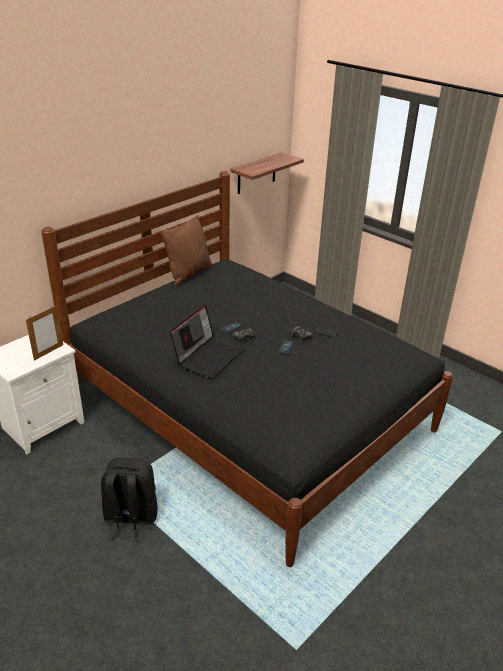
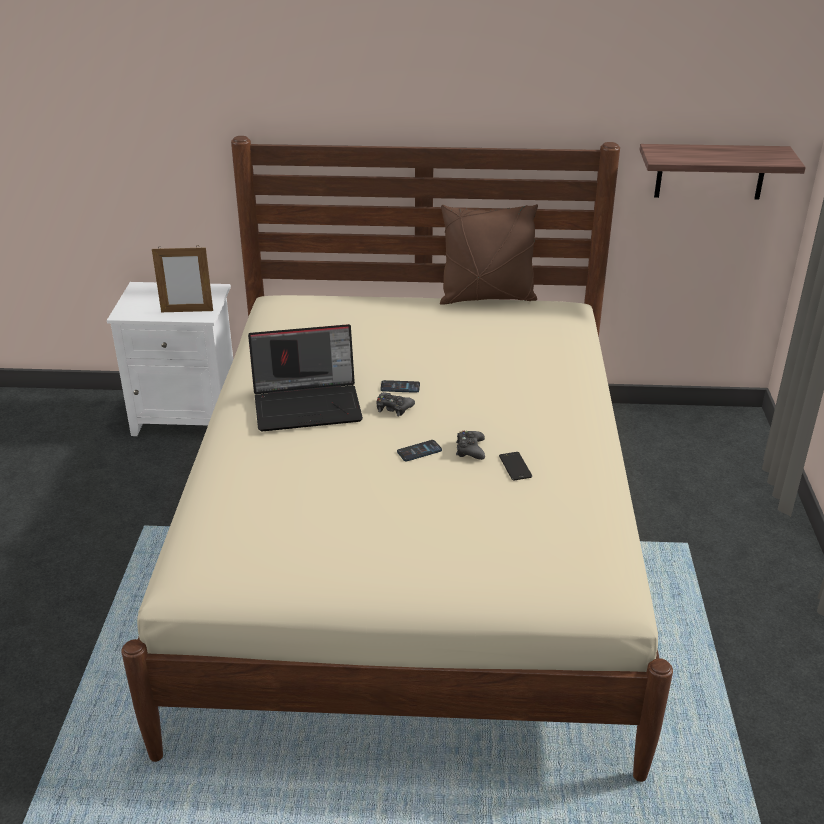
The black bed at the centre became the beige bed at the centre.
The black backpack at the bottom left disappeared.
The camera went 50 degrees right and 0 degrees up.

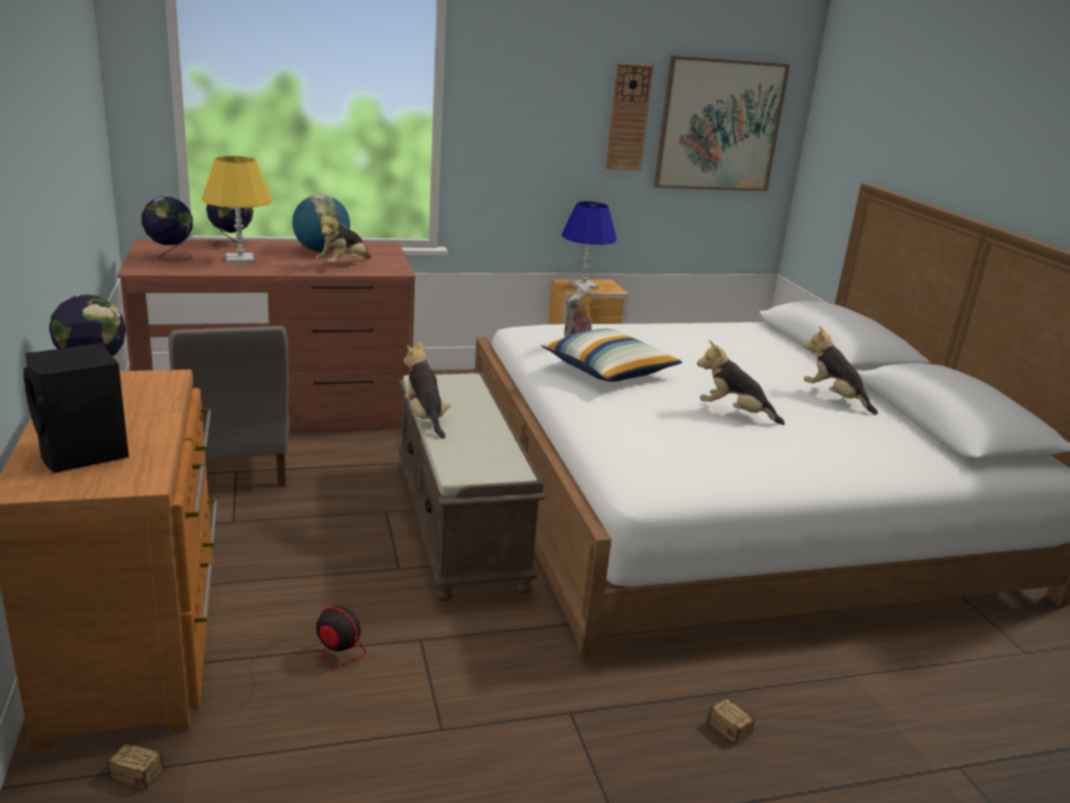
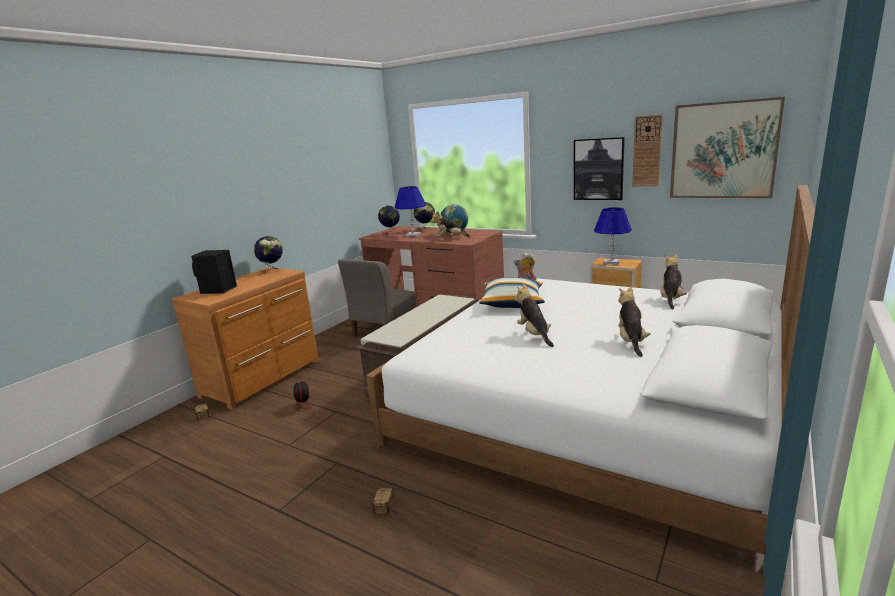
The yellow table lamp at the top left became the blue table lamp (1st from left) at the centre.
The plush toy (2nd from left in the first image) moved from the centre to the middle right.
The picture (1st from left) at the top right appeared.
The camera went 50 degrees right and 5 degrees down.

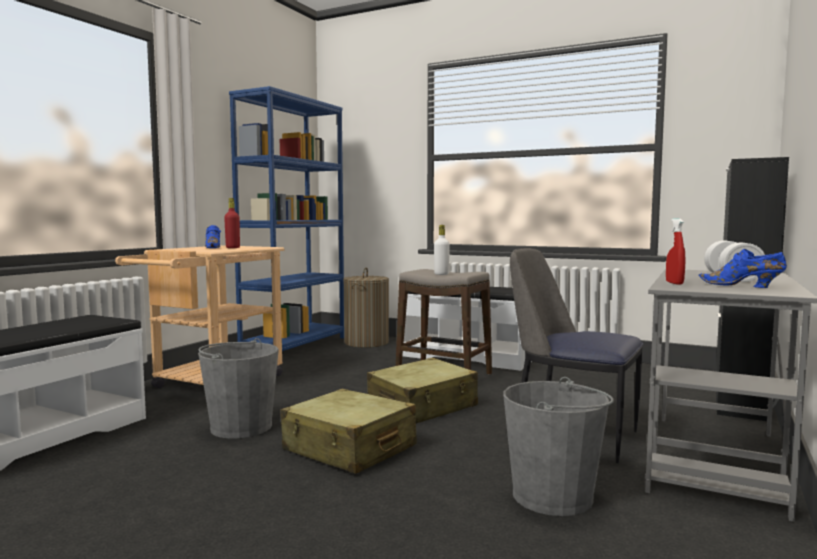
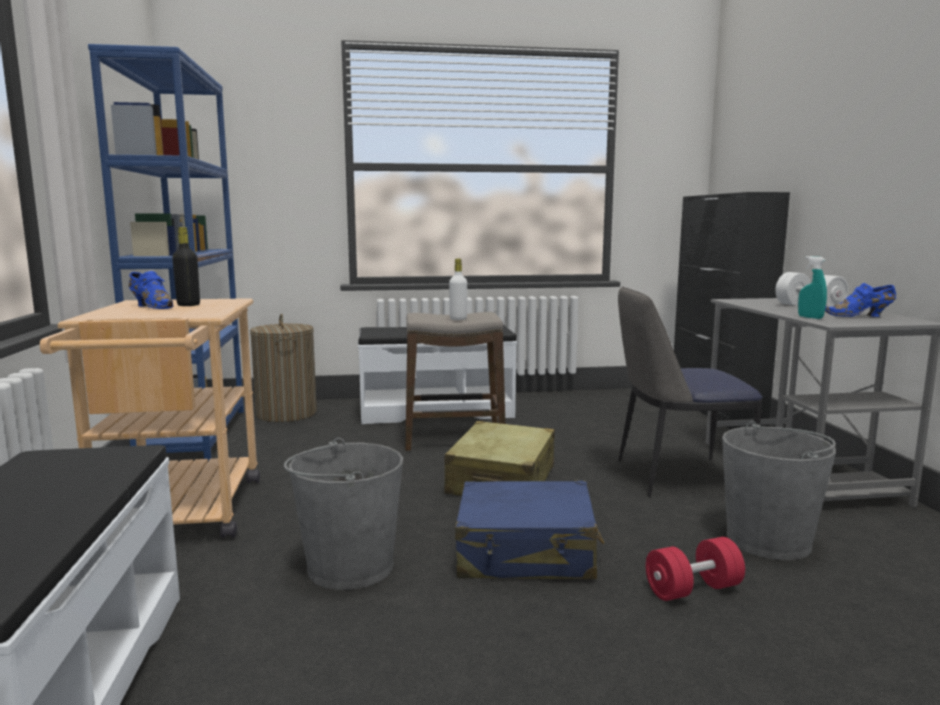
The red bottle at the middle left became the black bottle at the middle left.
The red spray bottle at the middle right became the turquoise spray bottle at the middle right.
The beige suitcase (1st from left) at the bottom centre became the blue suitcase at the bottom centre.
The red dumbbell at the bottom right appeared.
The camera went 35 degrees left and 5 degrees up.

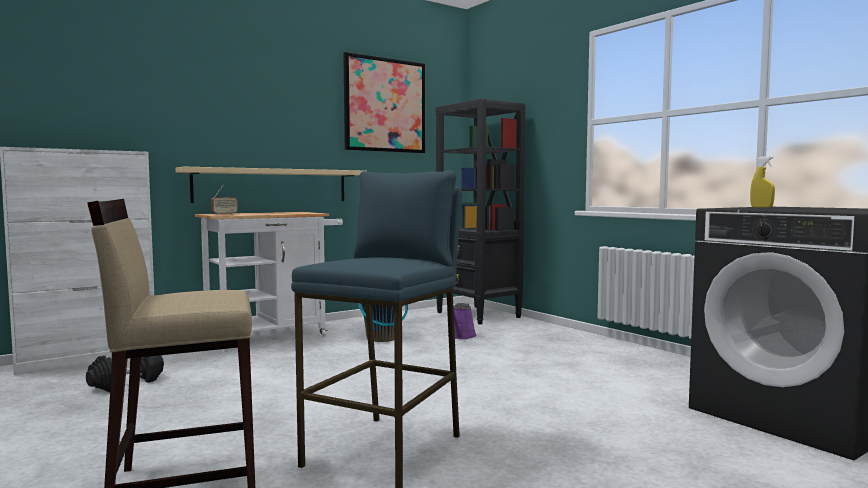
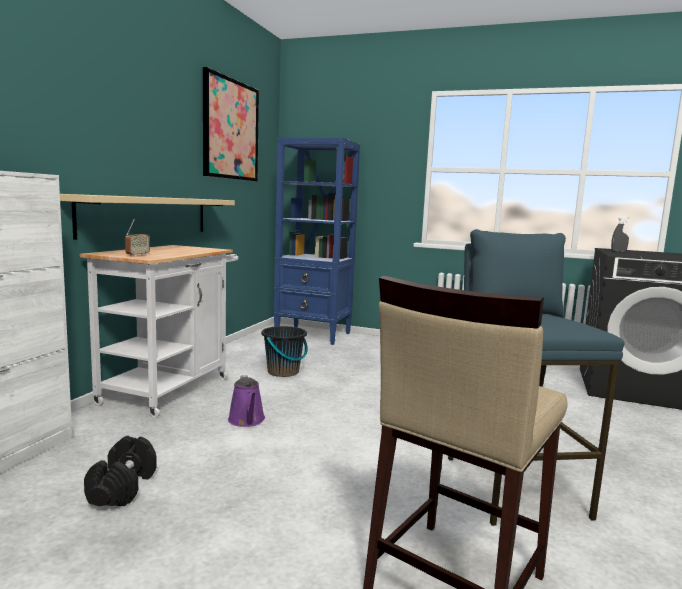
The black bookcase at the centre became the blue bookcase at the centre.
The yellow spray bottle at the middle right became the grey spray bottle at the middle right.
The purple watering can moved from the centre to the bottom centre.
The camera went 35 degrees left and 5 degrees up.

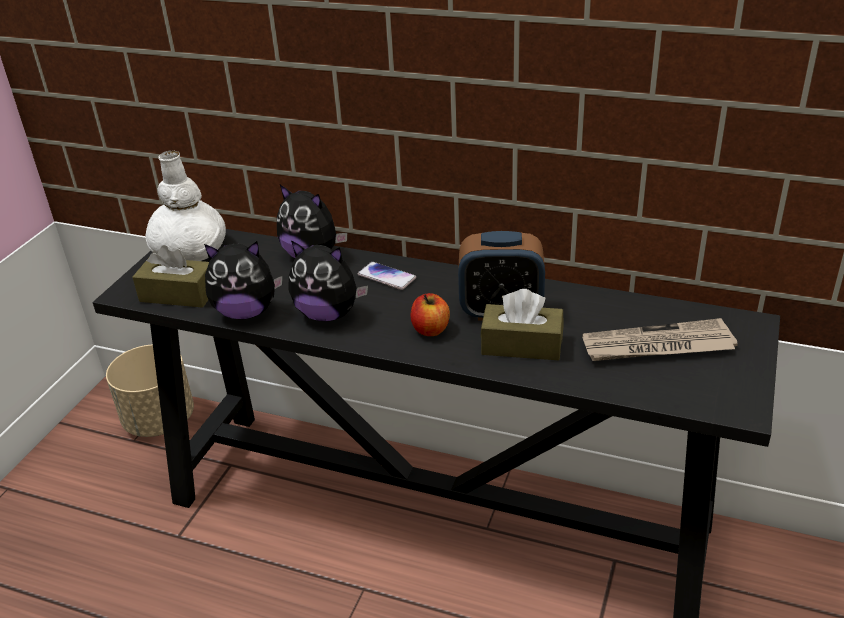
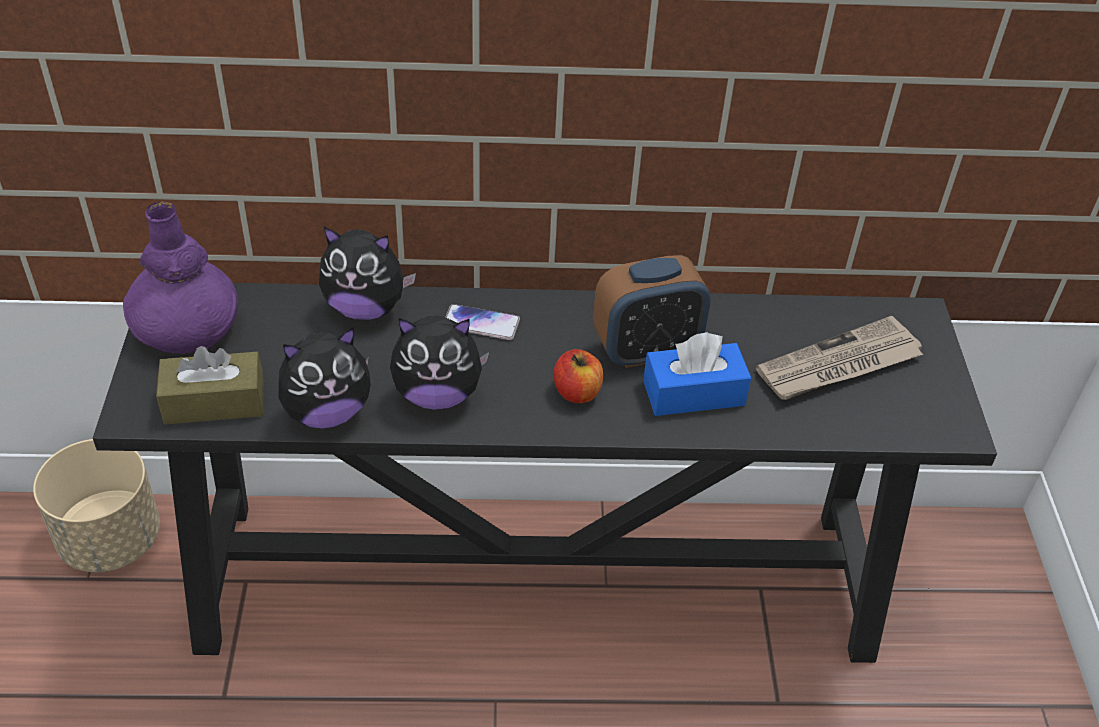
The white vase at the top left became the purple vase at the middle left.
The brown tissue box (2nd from left) at the centre became the blue tissue box at the centre.
The camera went 25 degrees left and 10 degrees up.

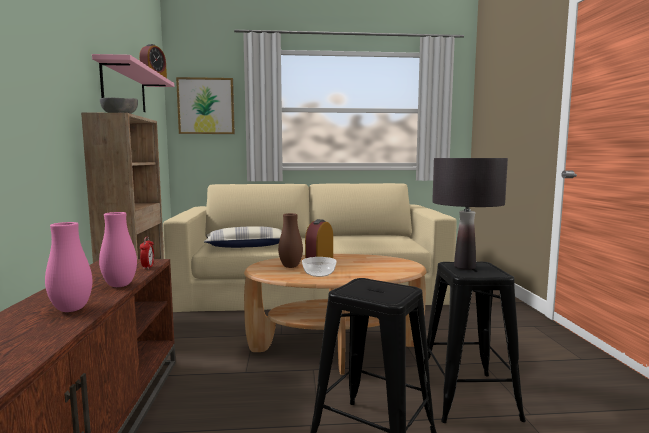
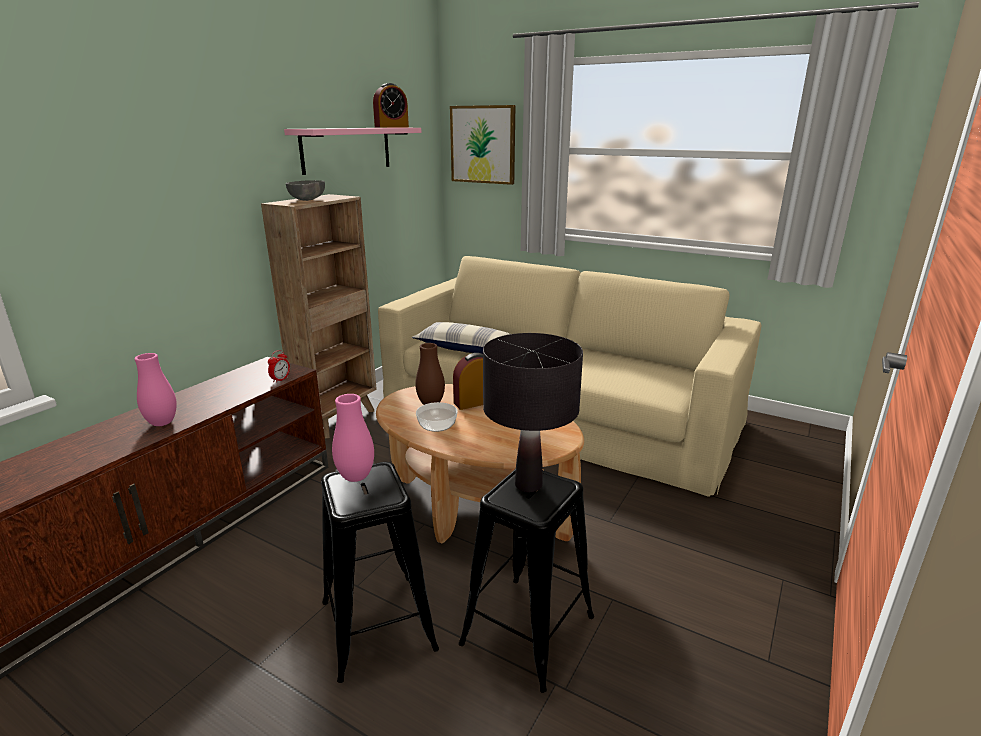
The pink vase (2nd from left) moved from the middle left to the centre.
The camera went 35 degrees right and 15 degrees up.

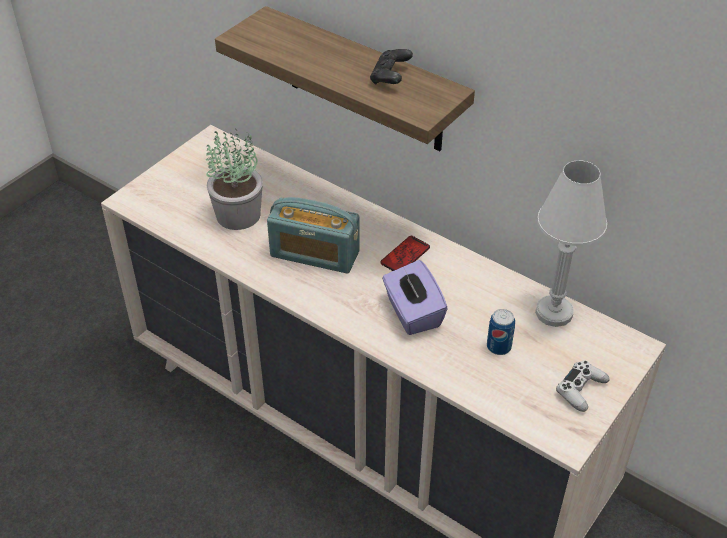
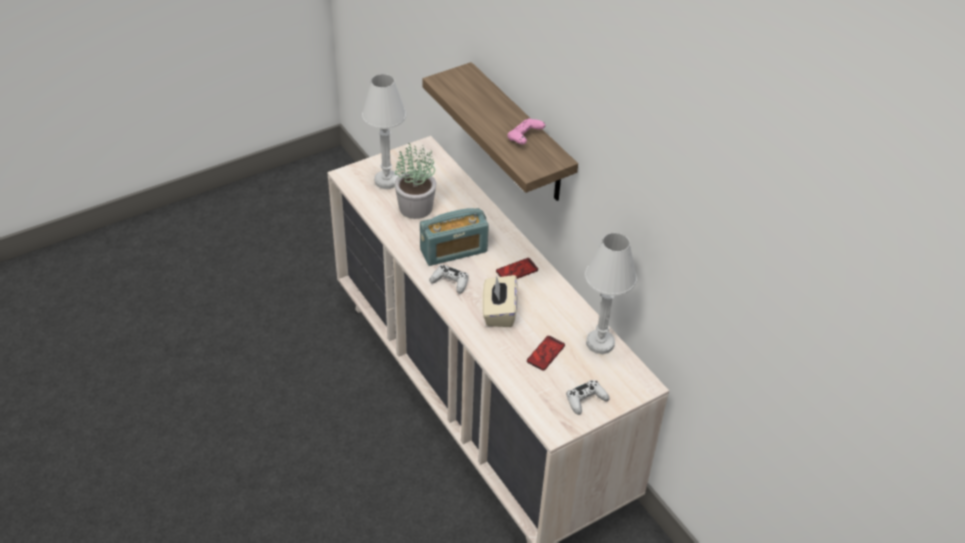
The black game controller at the top centre became the pink game controller at the top centre.
The radio at the centre turned 60 degrees counterclockwise.
The purple tissue box at the centre became the beige tissue box at the centre.
The can at the middle right was replaced by the phone (2nd from left) at the centre.
The white table lamp (1st from left) at the top centre appeared.
The white game controller (1st from left) at the centre appeared.
The camera went 20 degrees right and 0 degrees up.

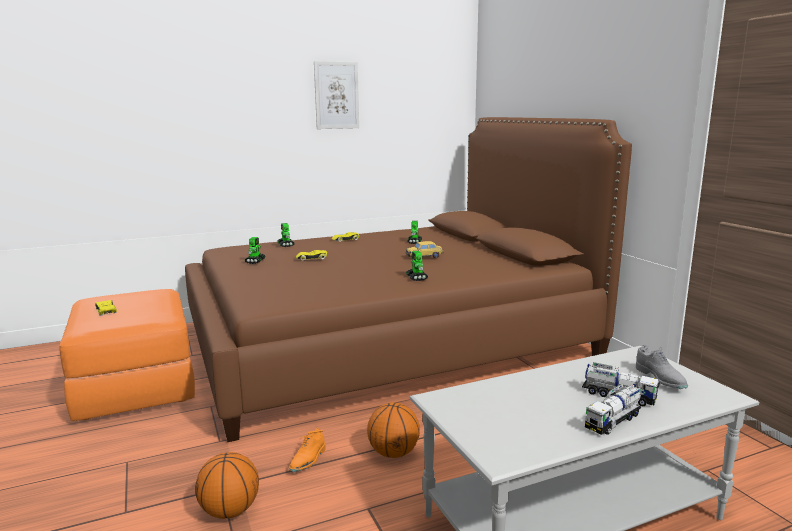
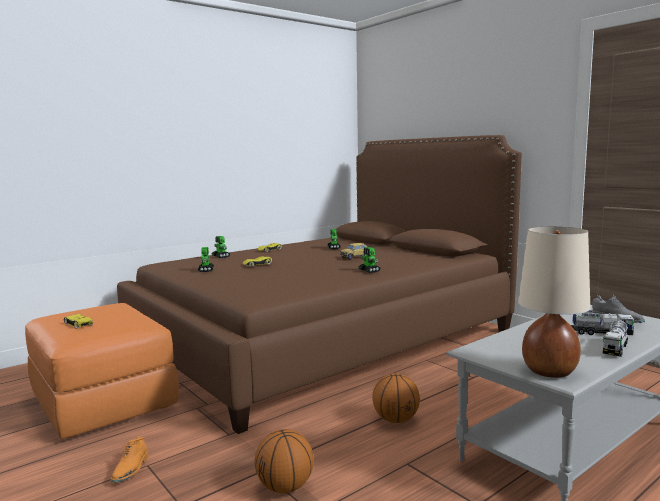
The picture at the top centre disappeared.
The orange shoe moved from the bottom centre to the bottom left.
The beige table lamp at the middle right appeared.
The camera went 15 degrees left and 5 degrees down.

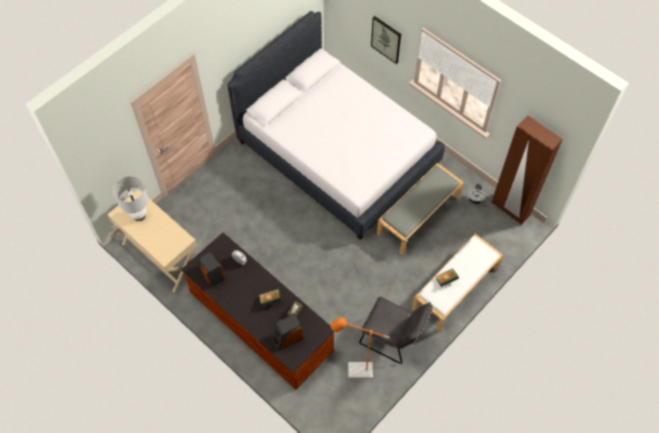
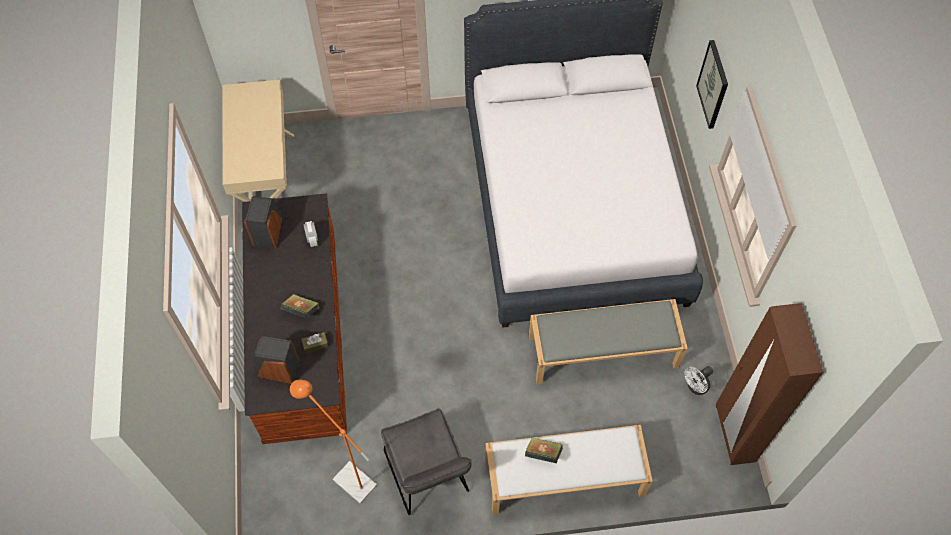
The white table lamp at the middle left disappeared.
The camera went 40 degrees right and 0 degrees up.

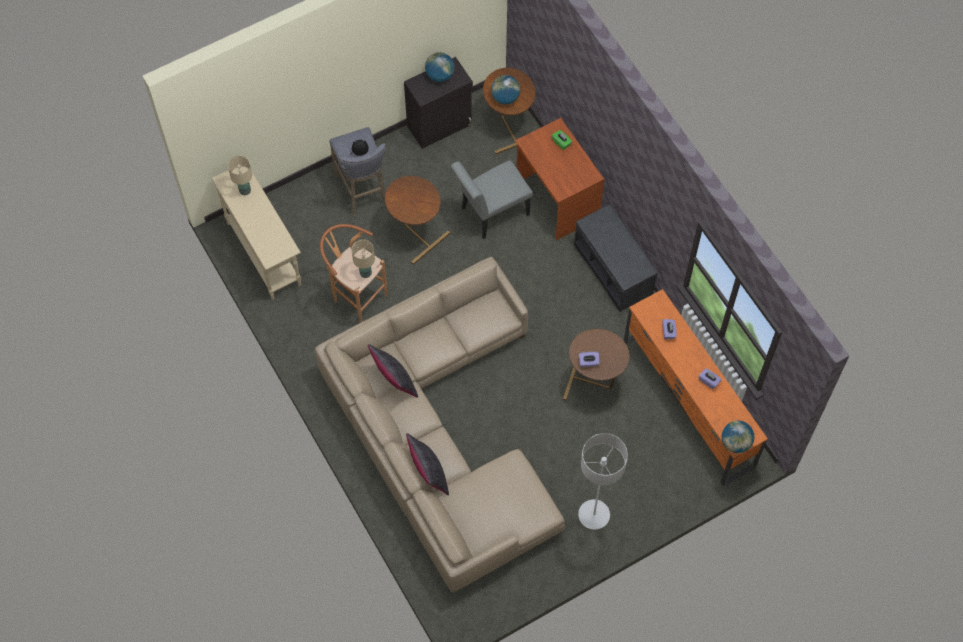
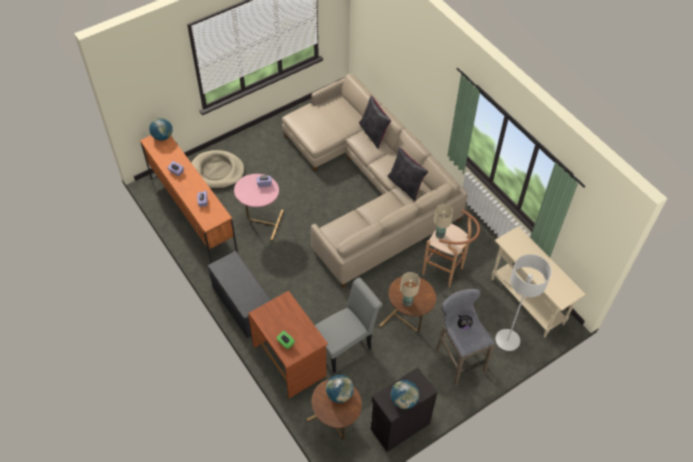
The beige table lamp (1st from left) moved from the top left to the centre.
The brown side table (3rd from left) at the centre became the pink side table at the centre.
The grey floor lamp moved from the bottom centre to the middle right.
The beige dog bed at the middle left appeared.
The camera went 175 degrees right and 10 degrees down.

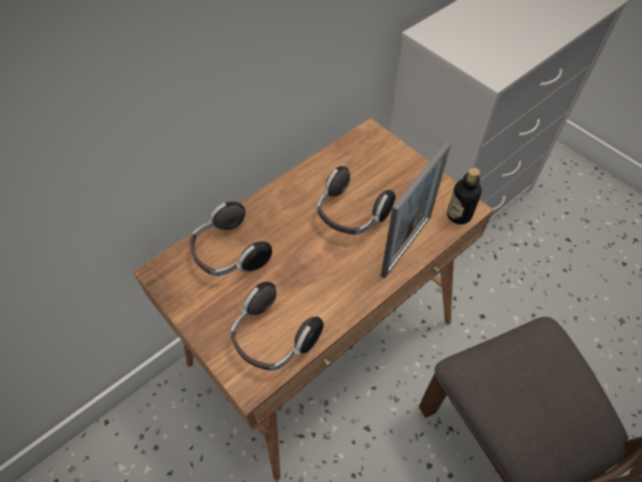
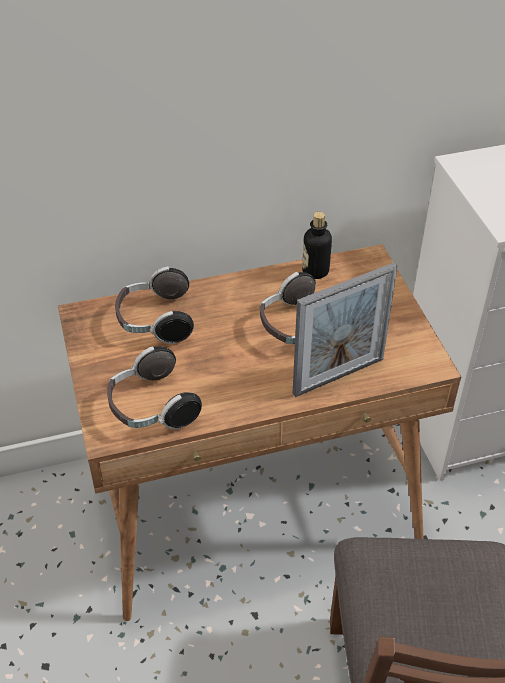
The bottle moved from the middle right to the centre.
The camera went 25 degrees right and 10 degrees down.

